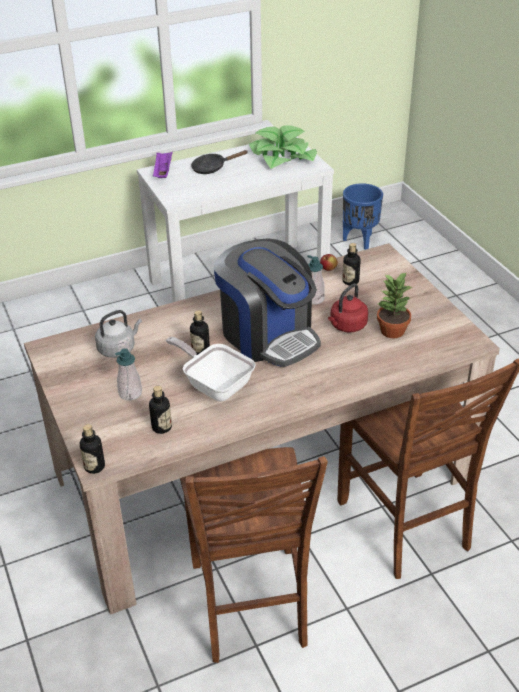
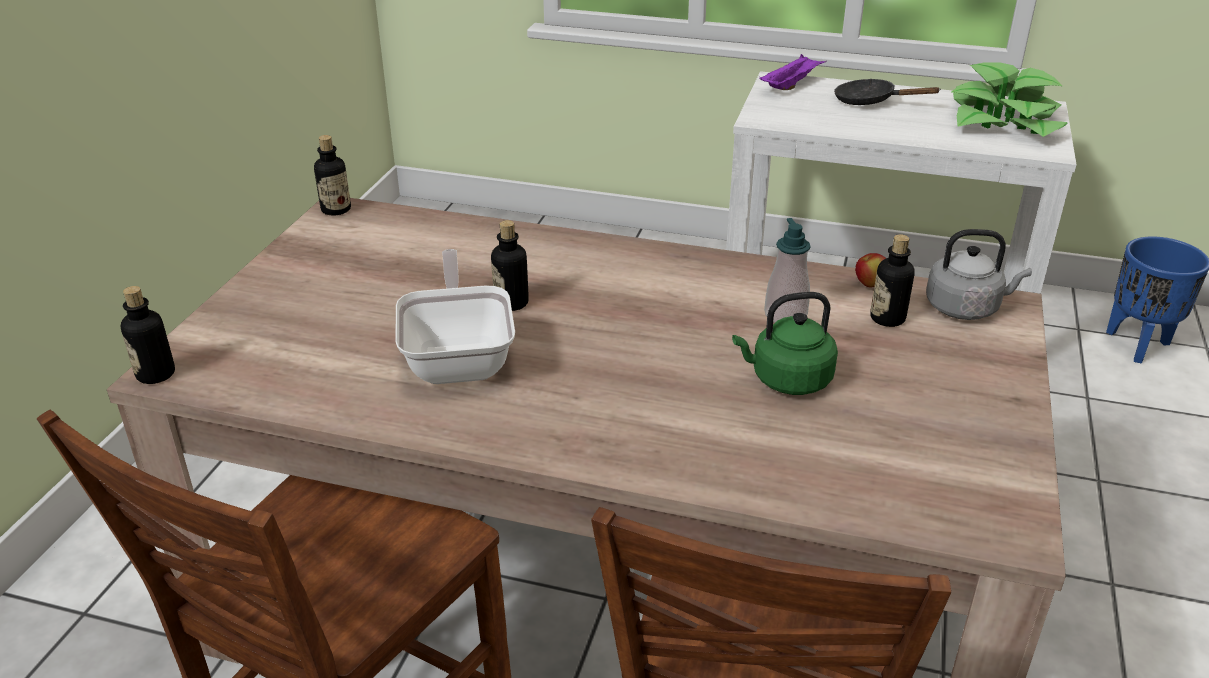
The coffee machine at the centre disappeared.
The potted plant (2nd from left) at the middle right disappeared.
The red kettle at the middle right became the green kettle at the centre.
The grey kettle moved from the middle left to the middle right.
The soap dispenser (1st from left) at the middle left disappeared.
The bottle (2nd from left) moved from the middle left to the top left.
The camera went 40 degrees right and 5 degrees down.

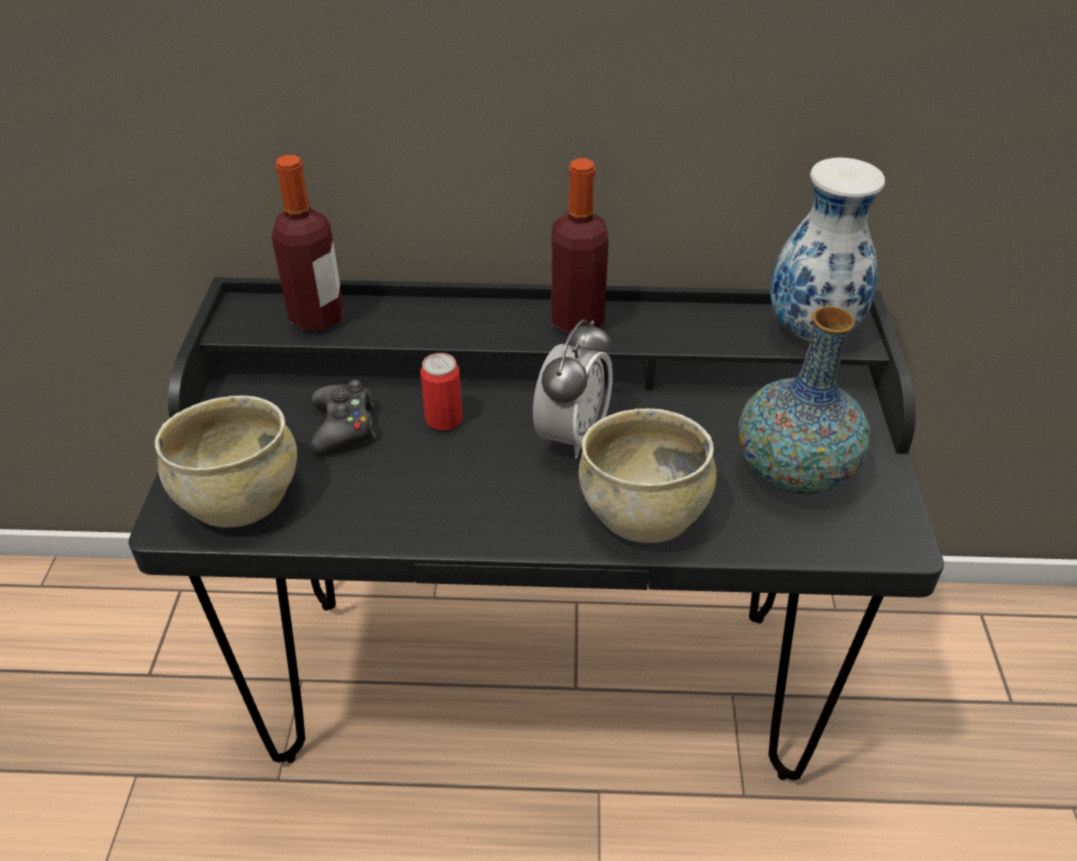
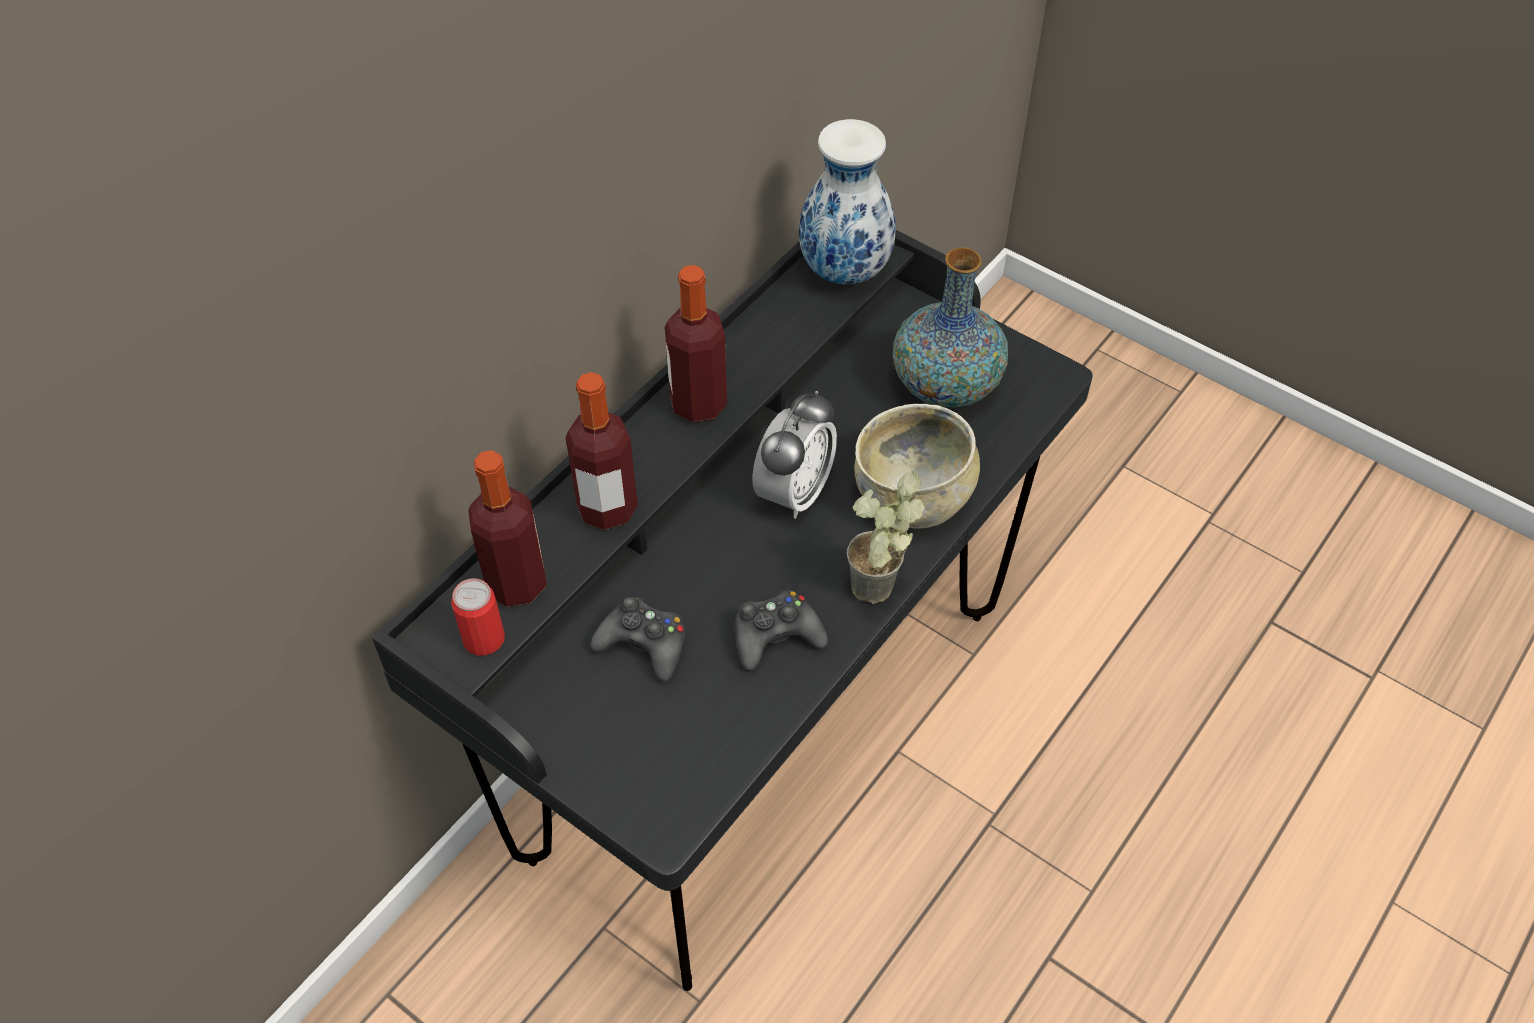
The alarm clock at the centre turned 60 degrees clockwise.
The can moved from the centre to the middle left.
The beige bowl (1st from left) at the middle left disappeared.
The bottle (2nd from left) at the centre appeared.
The potted plant at the centre appeared.
The black game controller (2nd from left) at the centre appeared.
The camera went 55 degrees left and 10 degrees up.

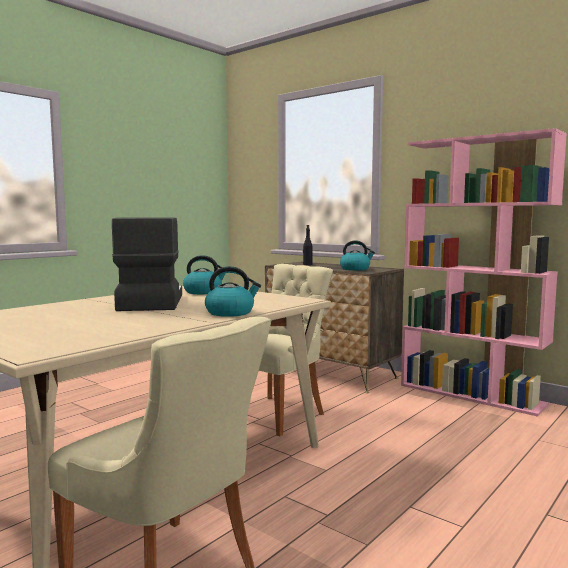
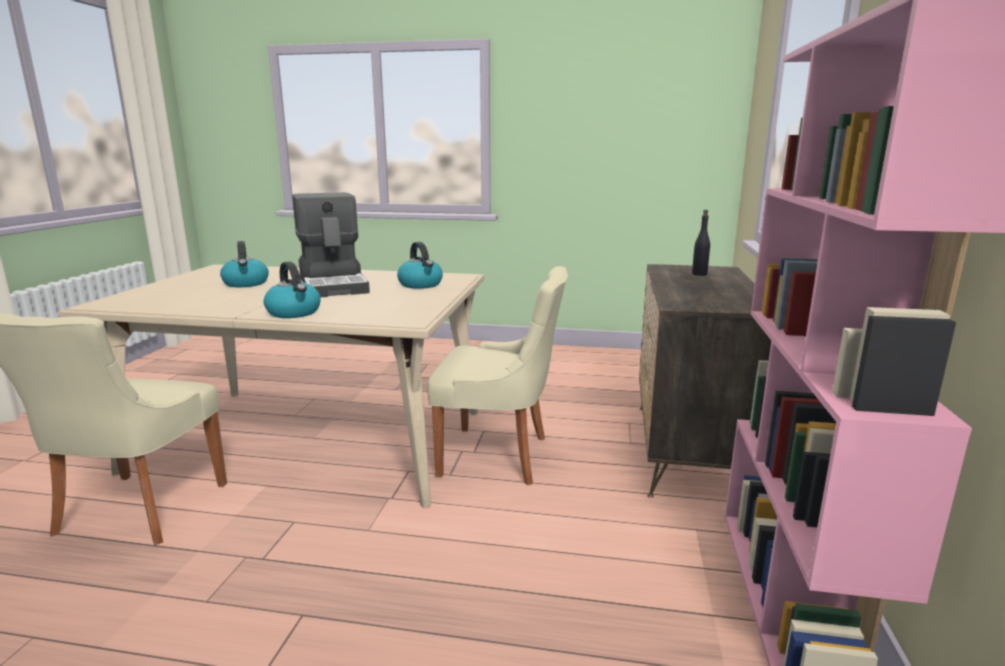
The coffee machine at the middle left turned 105 degrees clockwise.
The kettle (3rd from left in the first image) moved from the centre to the middle left.
The camera went 60 degrees right and 10 degrees up.

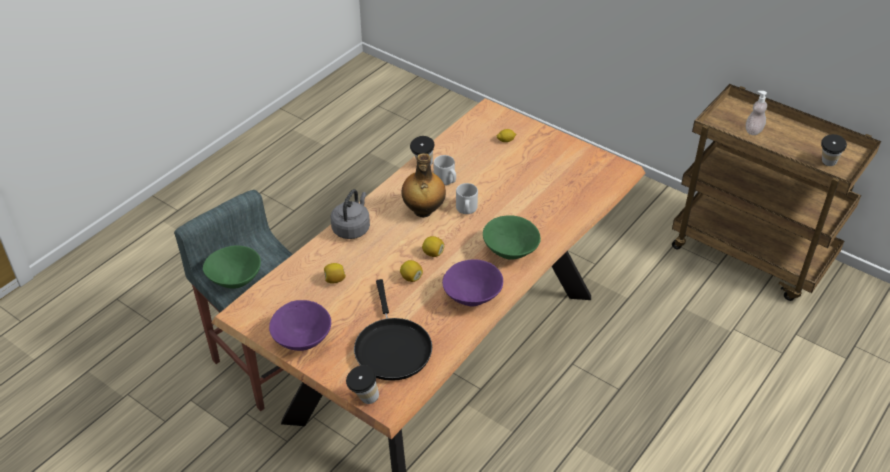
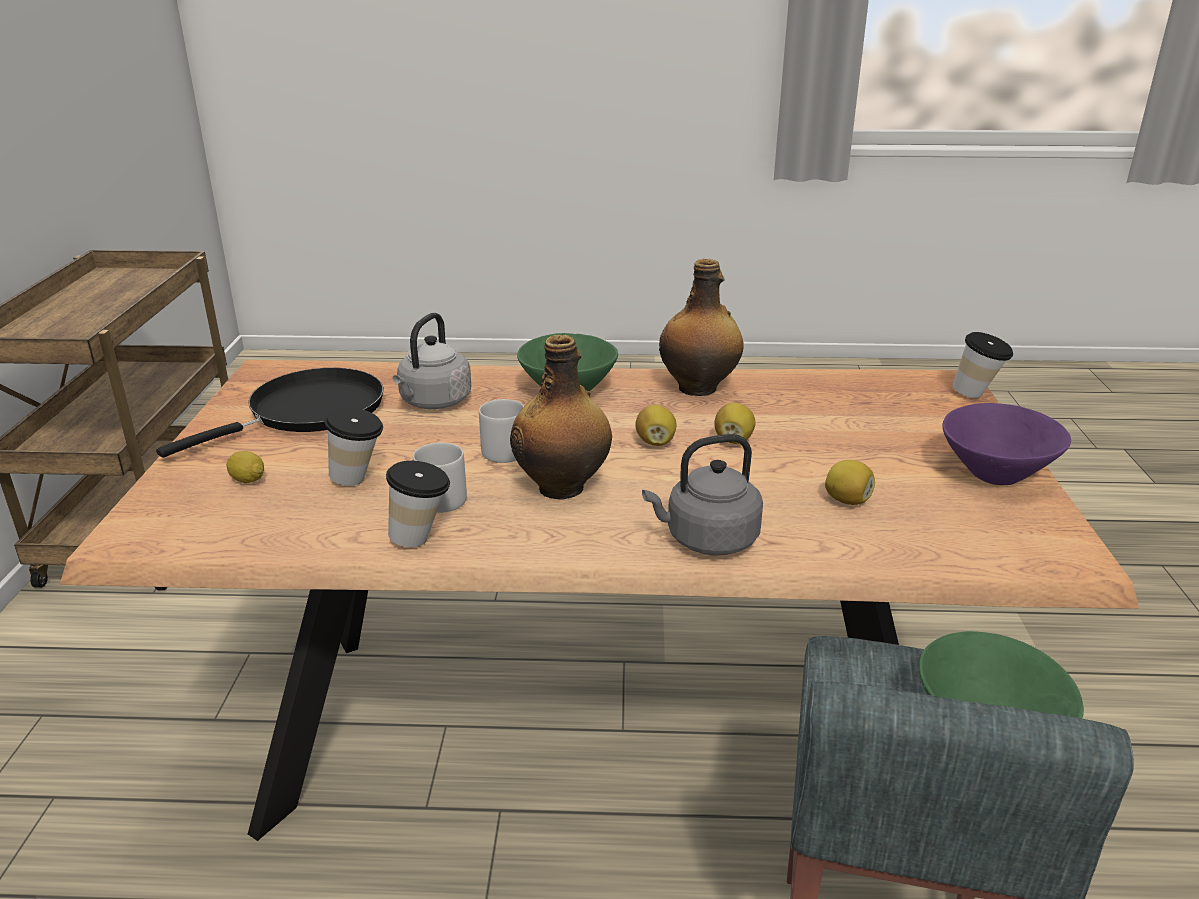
The soap dispenser at the top right disappeared.
The cup (3rd from left in the first image) moved from the top right to the middle left.
The purple bowl (2nd from left) at the centre was replaced by the bottle (2nd from left) at the centre.
The black frying pan moved from the bottom centre to the middle left.
The grey kettle (1st from left) at the centre appeared.
The camera went 125 degrees left and 15 degrees down.

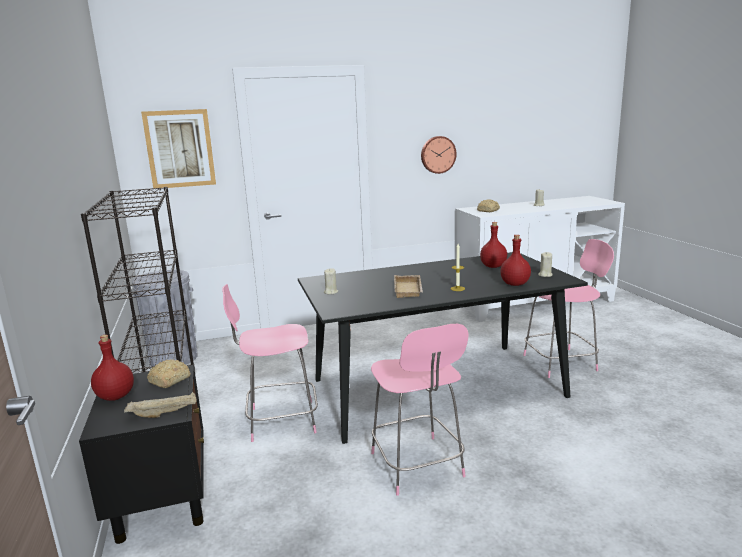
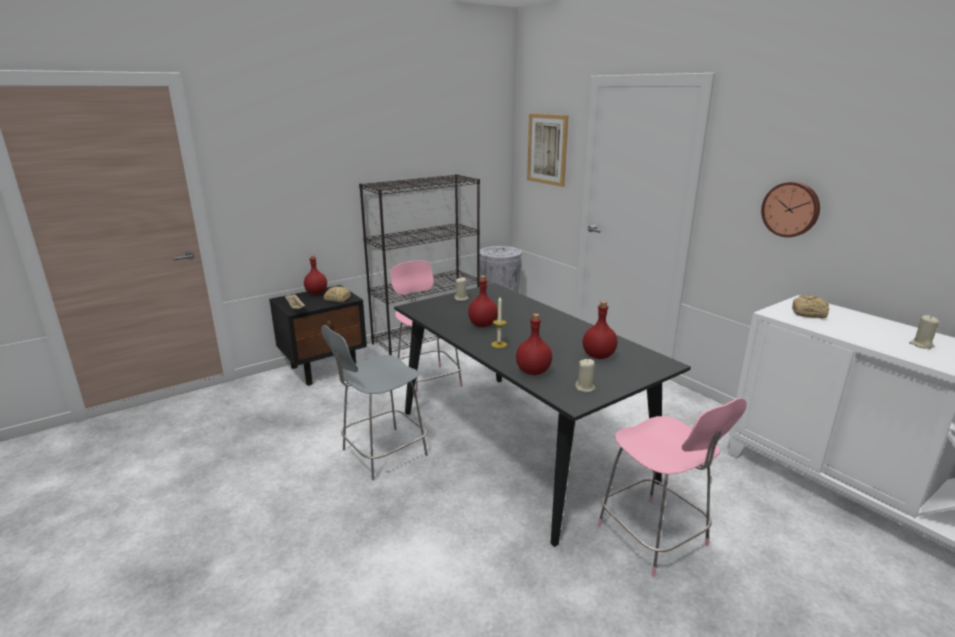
The beige tray (2nd from left) at the centre was replaced by the red bottle (2nd from left) at the centre.
The pink chair (2nd from left) at the bottom centre became the grey chair at the centre.
The camera went 70 degrees right and 5 degrees up.

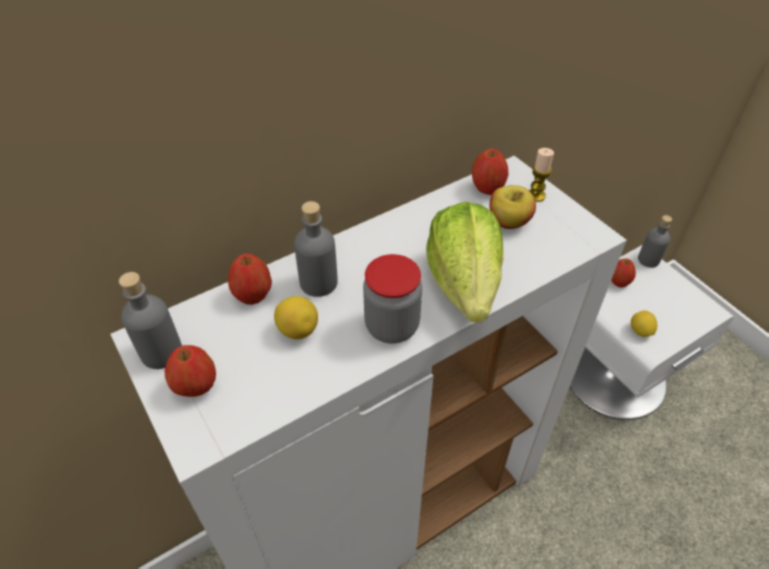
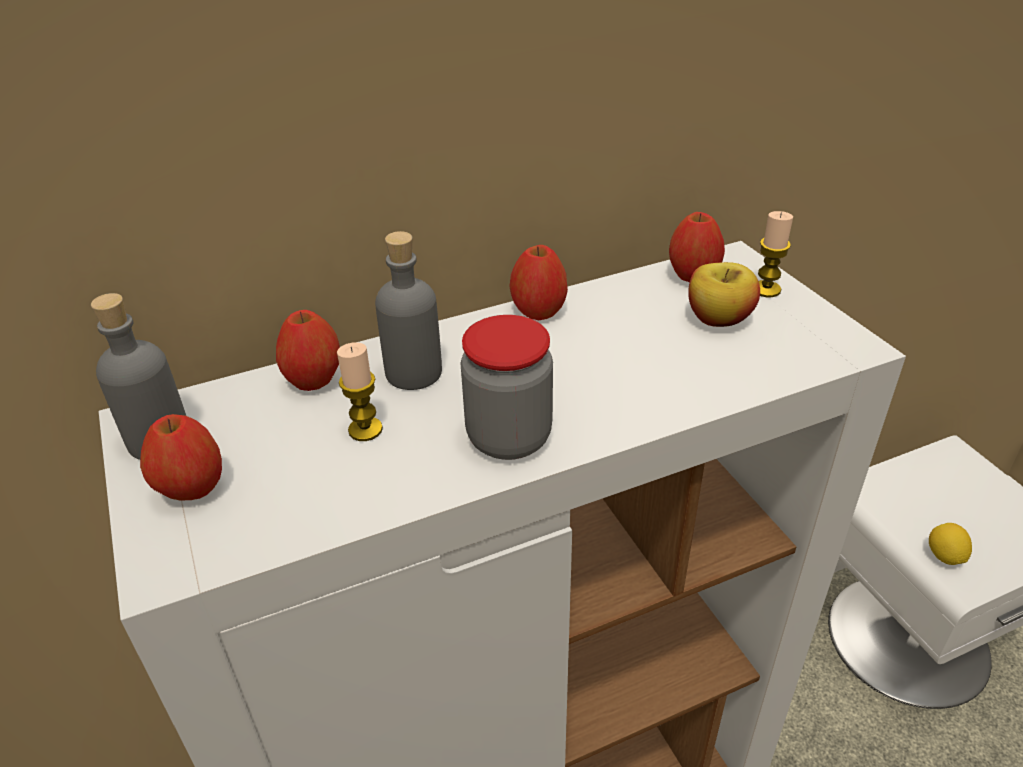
The lettuce at the centre disappeared.
The grey bottle (3rd from left) at the middle right disappeared.
The apple (5th from left in the first image) moved from the middle right to the centre.
The lemon (1st from left) at the centre was replaced by the candle (1st from left) at the centre.
The camera went 10 degrees right and 10 degrees down.

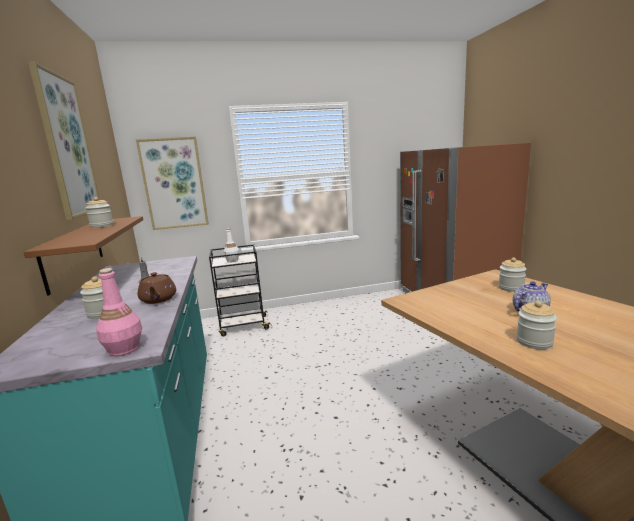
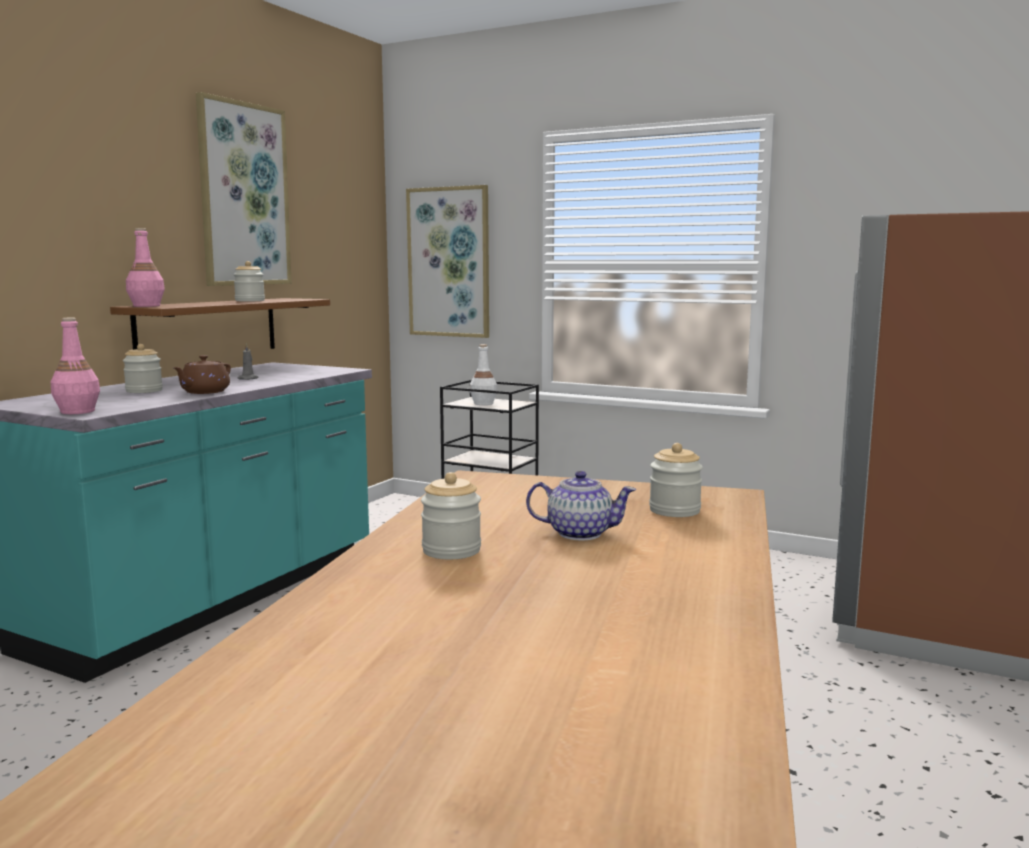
The pink bottle (2nd from left) at the top left appeared.
The camera went 40 degrees right and 5 degrees down.

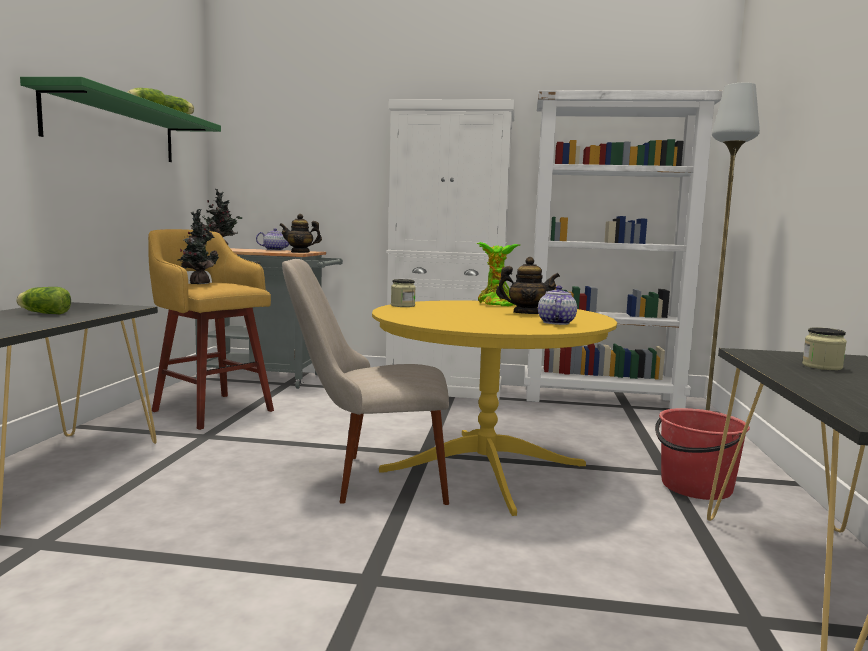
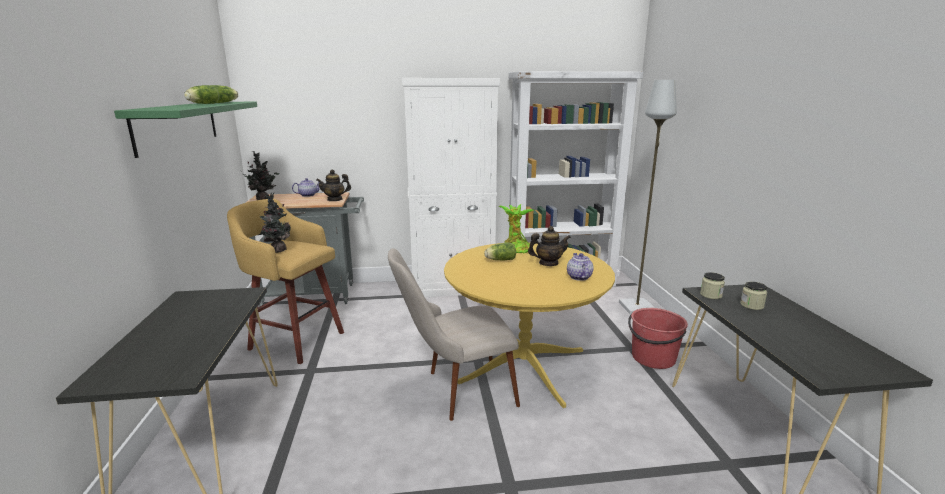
The jar (1st from left) moved from the centre to the middle right.
The lettuce (1st from left in the first image) moved from the middle left to the centre.
The camera went 15 degrees left and 10 degrees up.

